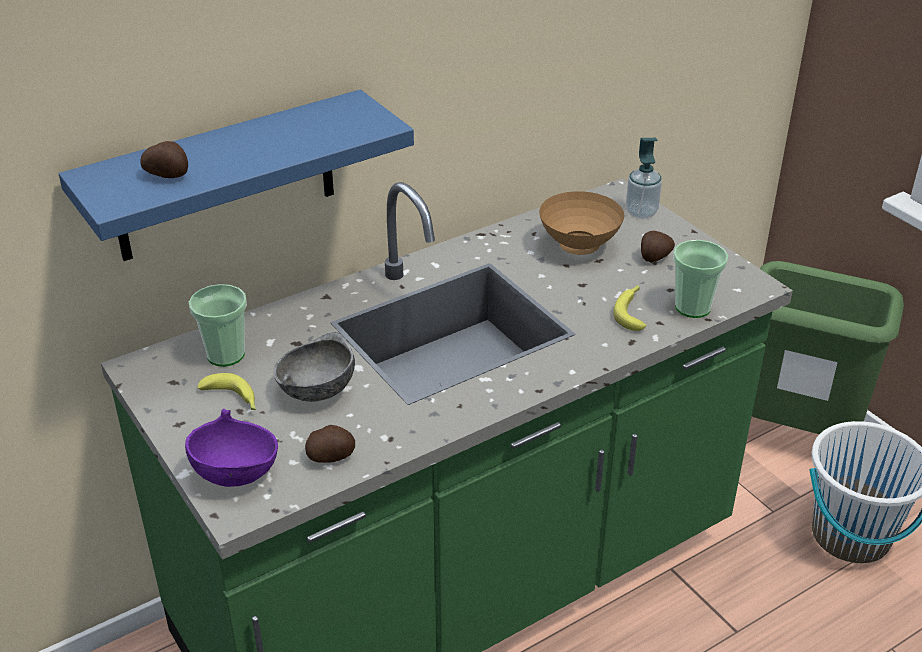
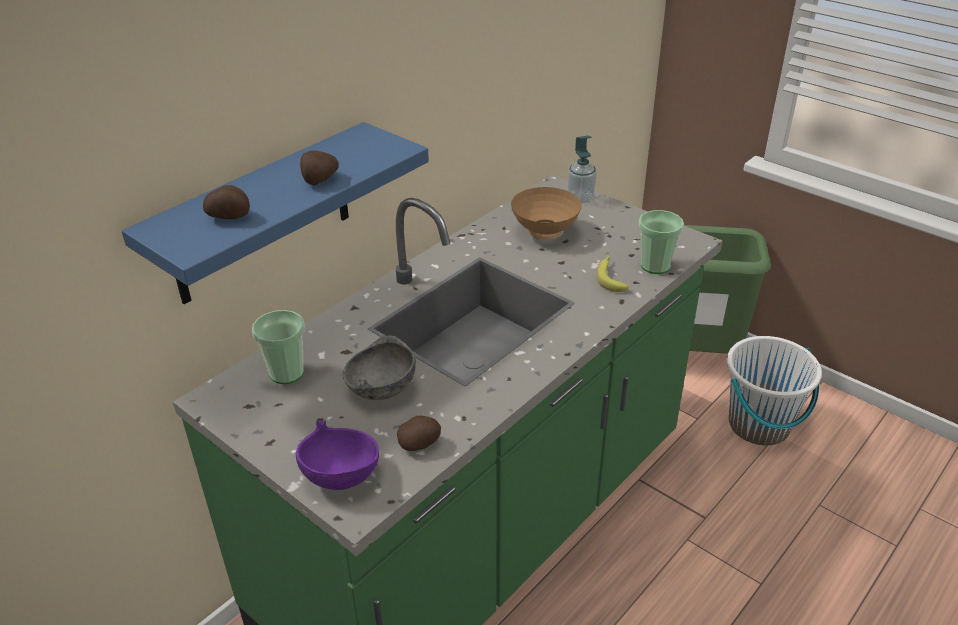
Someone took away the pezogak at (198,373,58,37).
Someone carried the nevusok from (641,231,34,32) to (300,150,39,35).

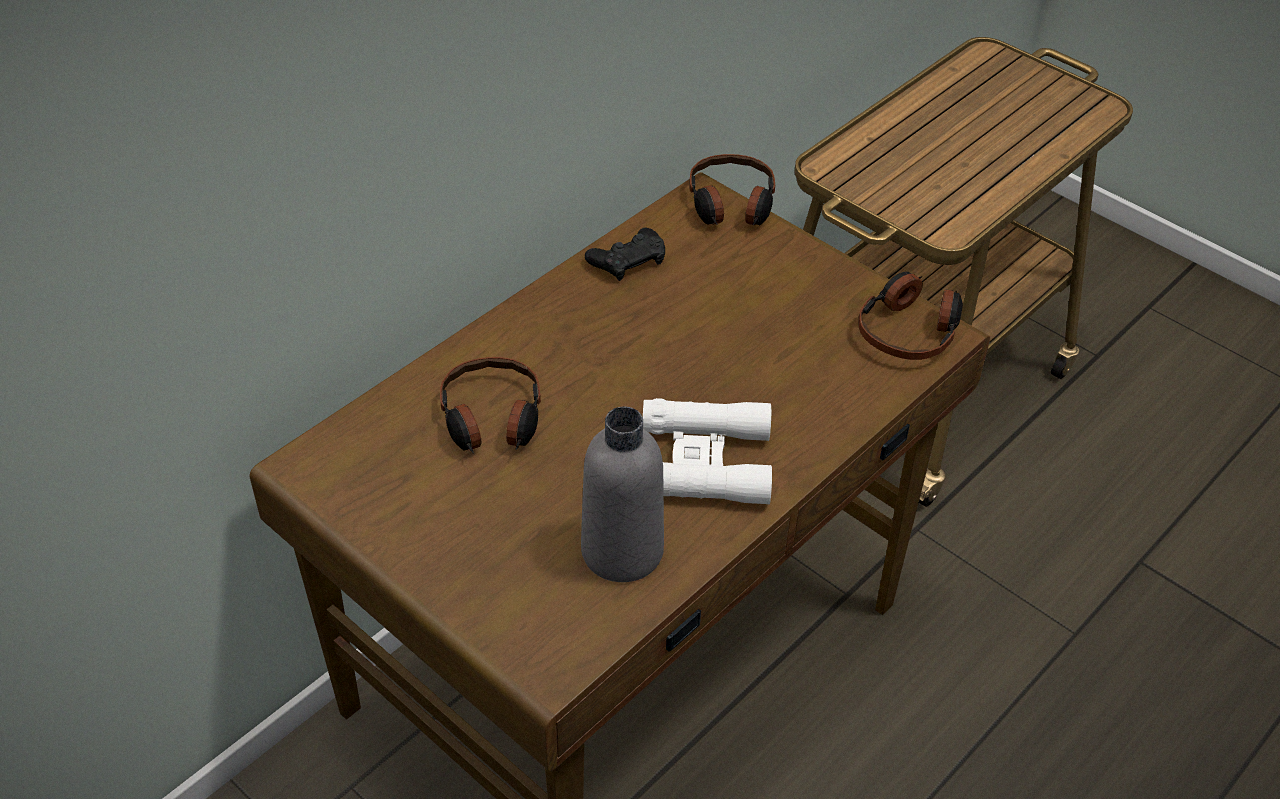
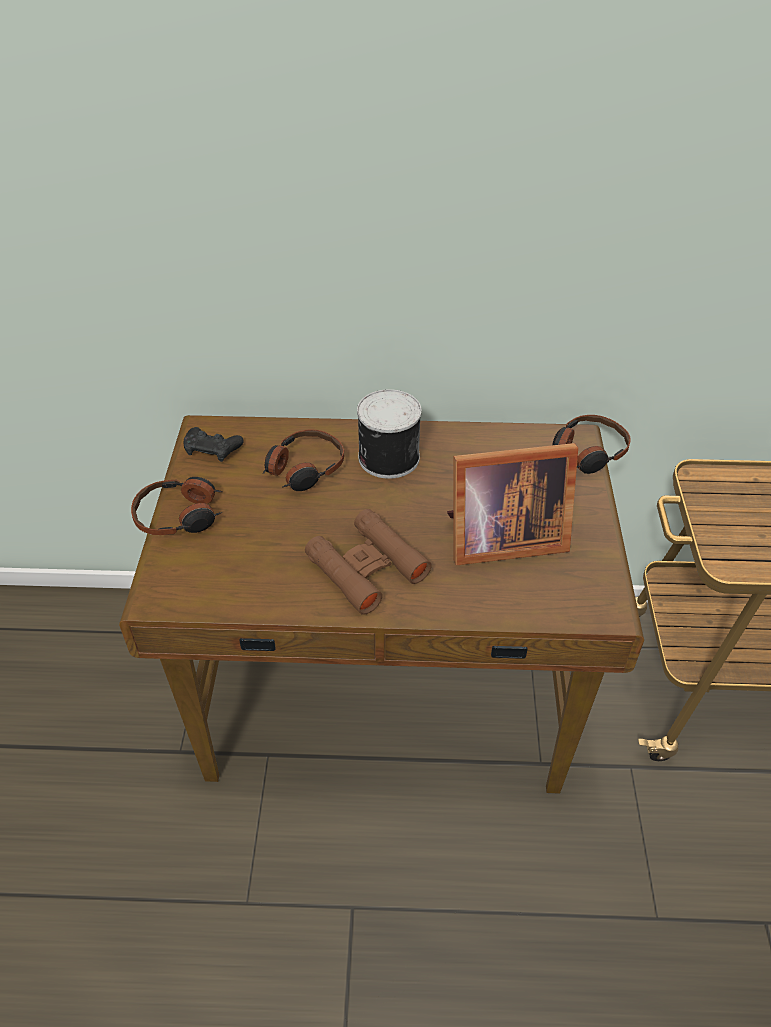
Someone took away the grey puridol at (581,407,83,175).
Someone put down the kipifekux at (357,389,65,90).
Someone put down the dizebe at (447,443,131,122).
Someone carried the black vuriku from (585,228,80,53) to (184,427,60,35).
Someone carried the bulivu from (858,272,105,88) to (131,477,92,58).
Someone repainted the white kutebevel at (643,398,129,107), which became the brown kutebevel at (305,509,127,106).

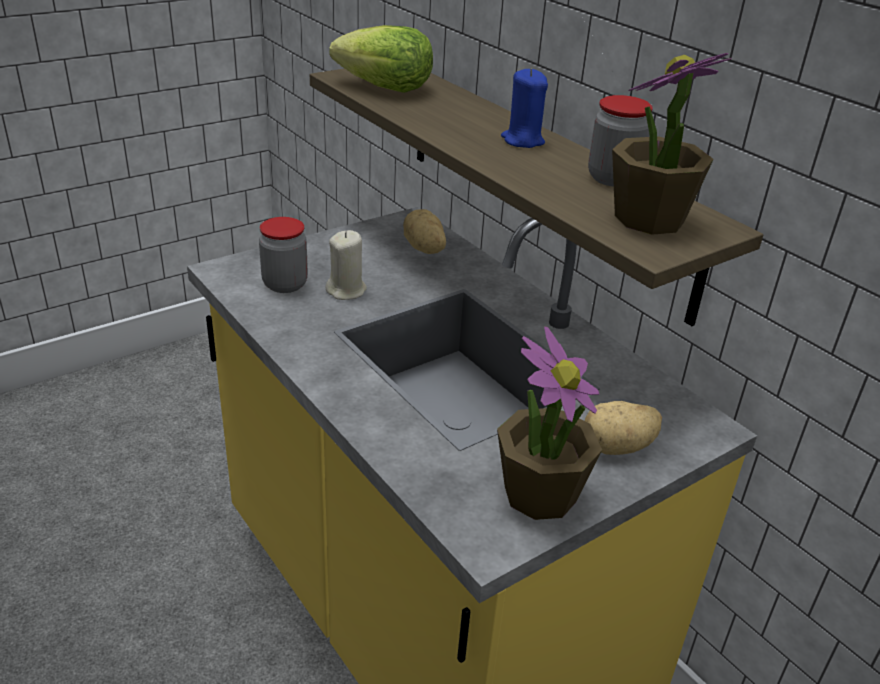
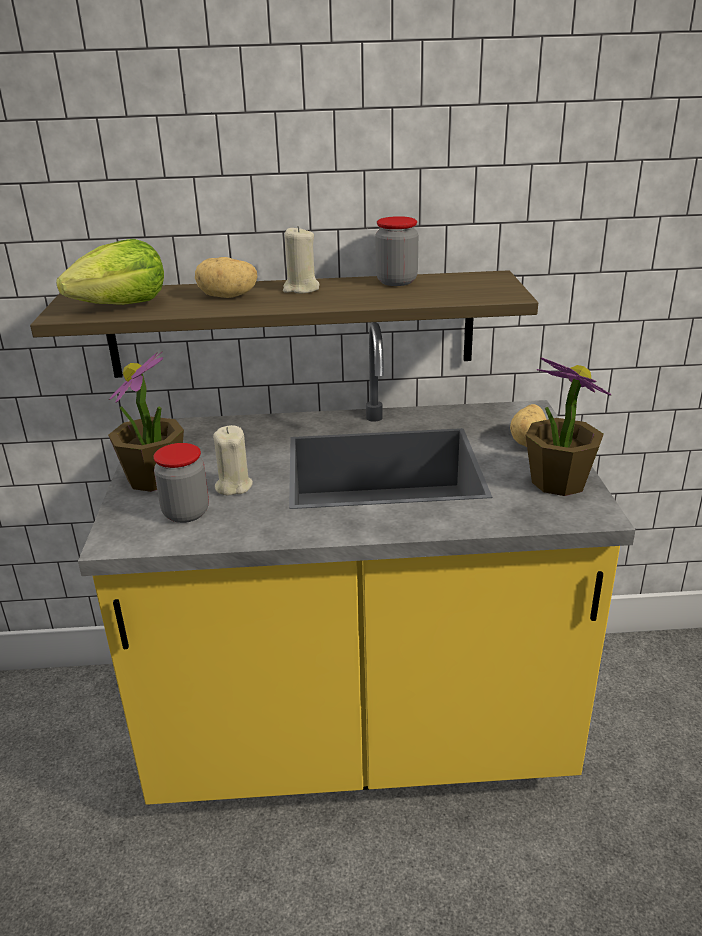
Someone carried the nevusok from (403,209,43,45) to (195,257,62,41).
Someone carried the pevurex from (612,53,120,182) to (108,351,76,141).
Someone repainted the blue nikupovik at (501,69,47,79), which became the beige nikupovik at (283,226,37,67).

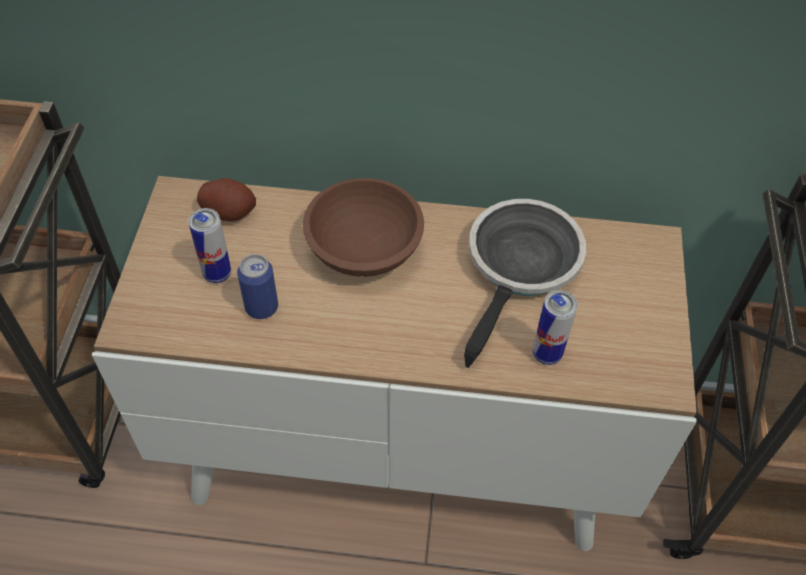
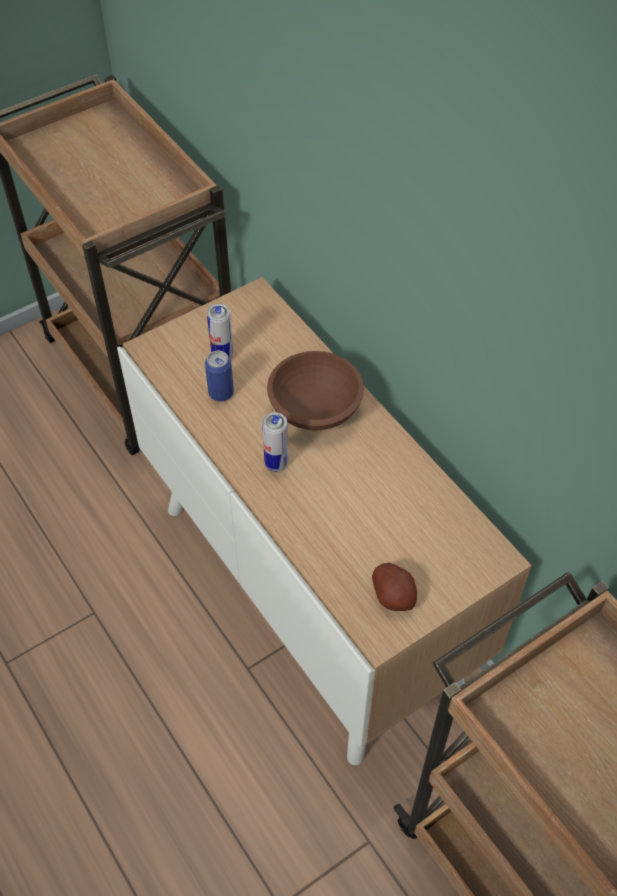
Someone took away the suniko at (464,199,122,169).
Someone carried the nevusok from (197,178,59,43) to (372,563,45,48).
Someone carried the kipifekux from (533,290,44,75) to (262,412,26,60).

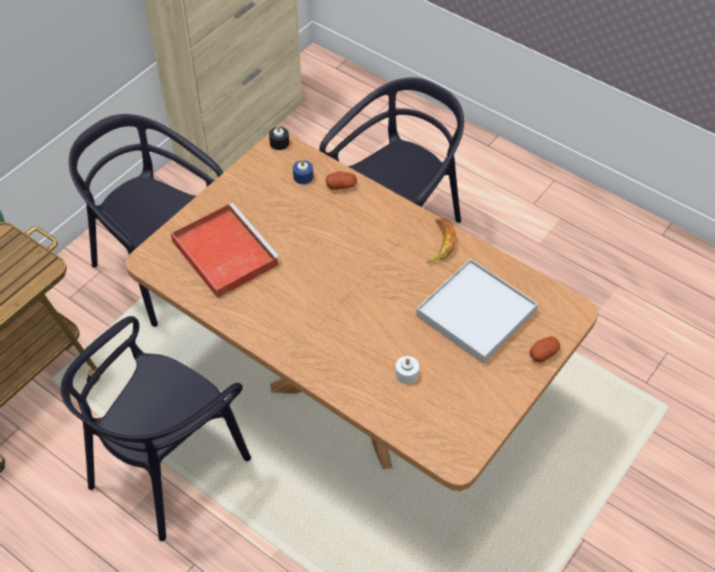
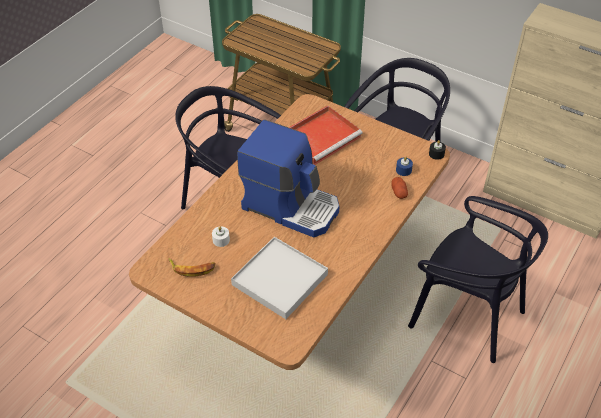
Someone took away the nevusok at (530,336,30,27).
Someone put down the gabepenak at (237,120,103,118).
Someone carried the pezogak from (426,218,30,45) to (168,258,48,19).

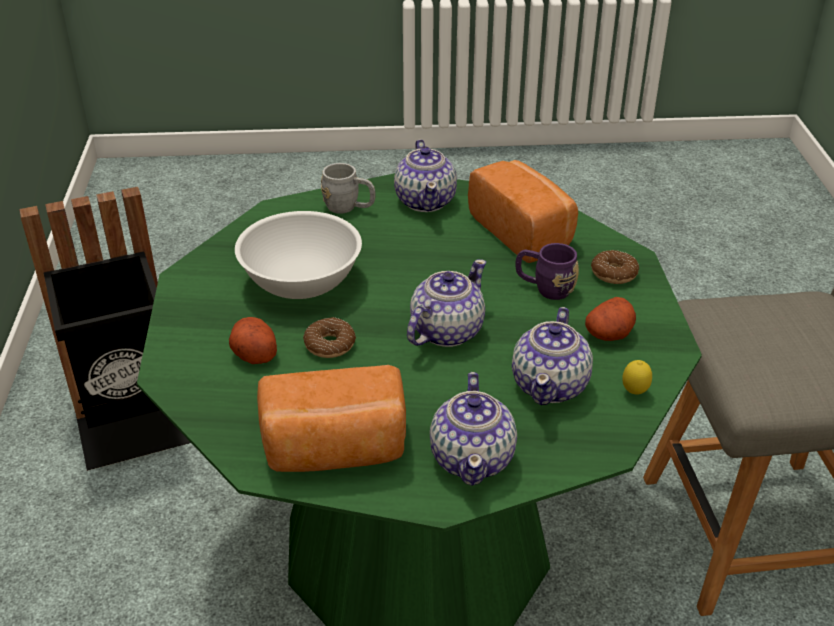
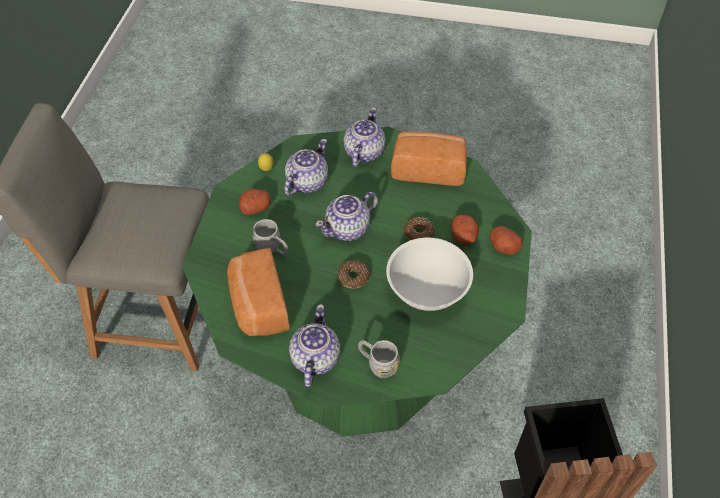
Someone put down the nevusok at (489,226,34,29).
Someone carried the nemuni from (591,250,48,34) to (337,260,33,29).
Someone repainted the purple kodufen at (515,243,64,57), which became the grey kodufen at (252,219,36,37).

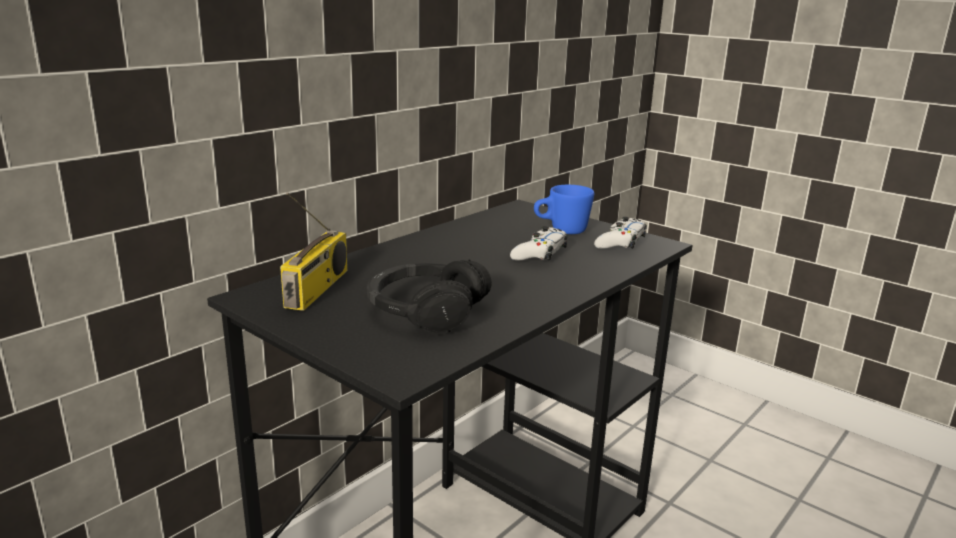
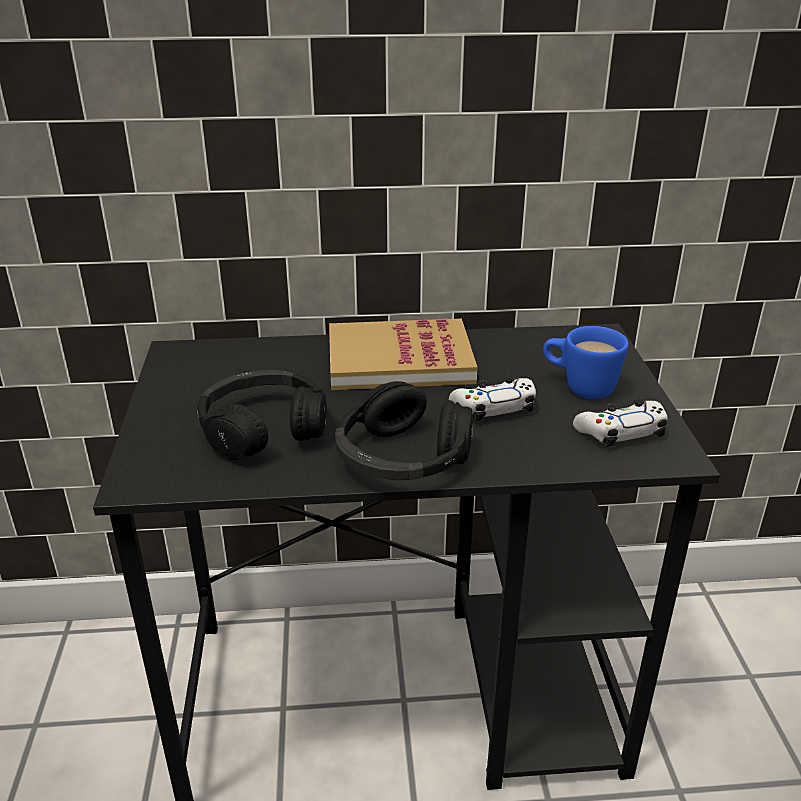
Someone took away the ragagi at (280,192,68,119).
Someone put down the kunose at (329,318,149,72).
Someone put down the black bulivu at (335,381,138,99).

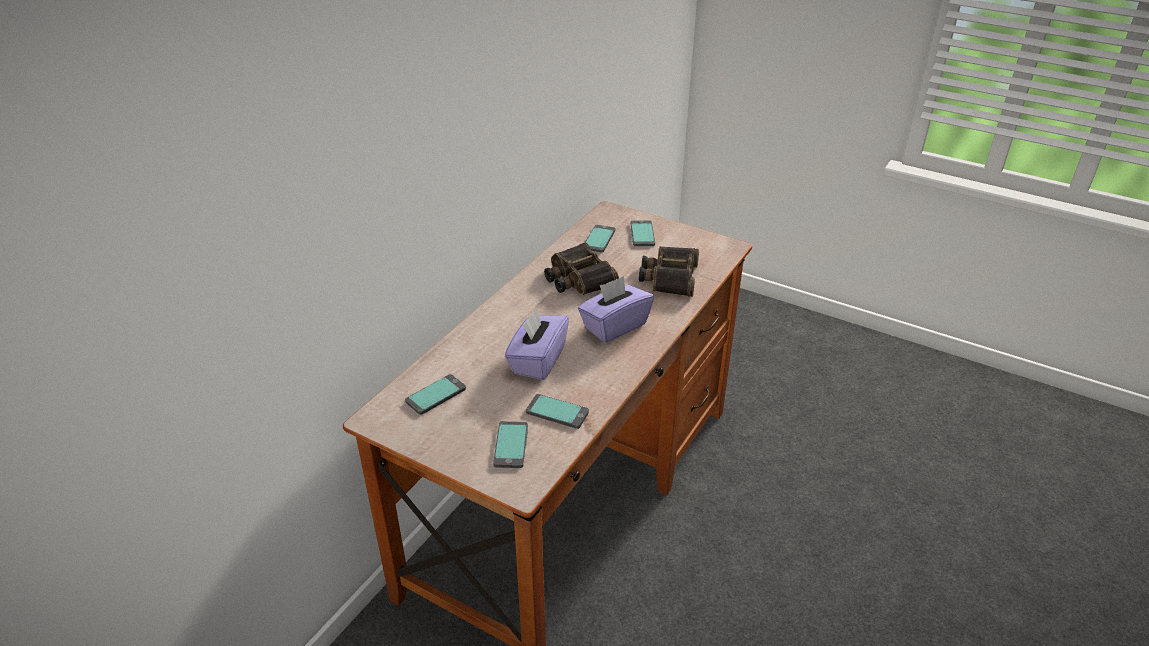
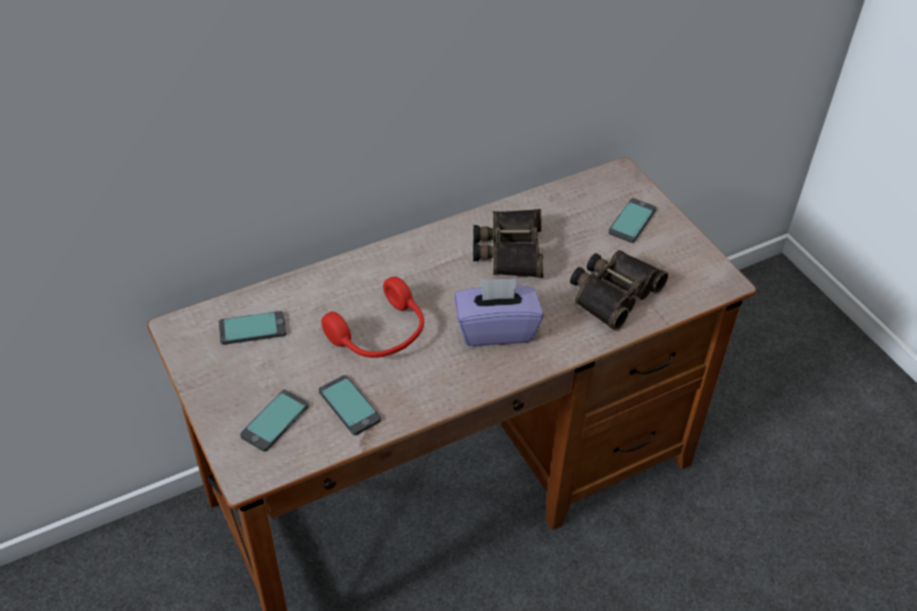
Someone took away the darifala at (585,225,30,28).
Someone swapped the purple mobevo at (505,308,64,72) for the red bulivu at (321,277,103,81).

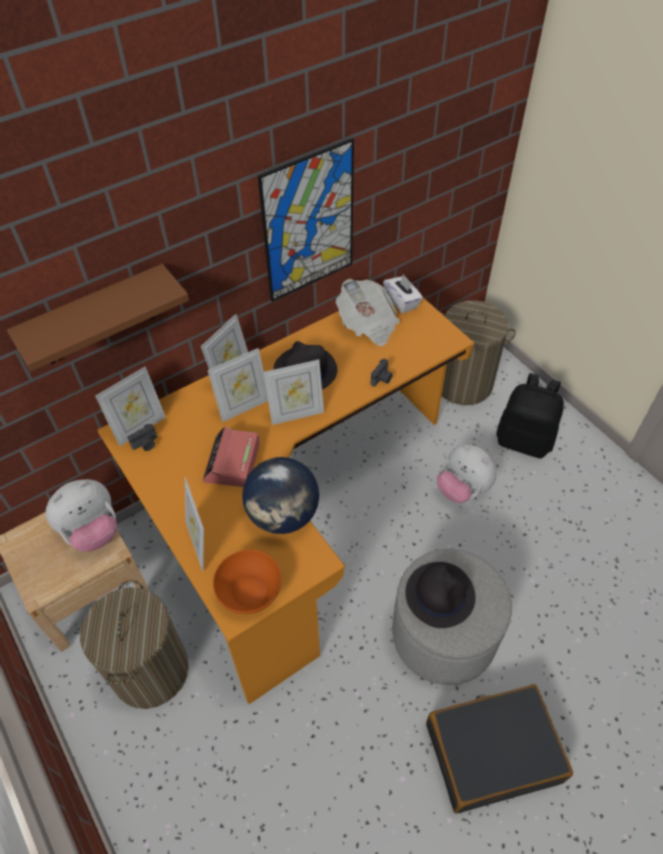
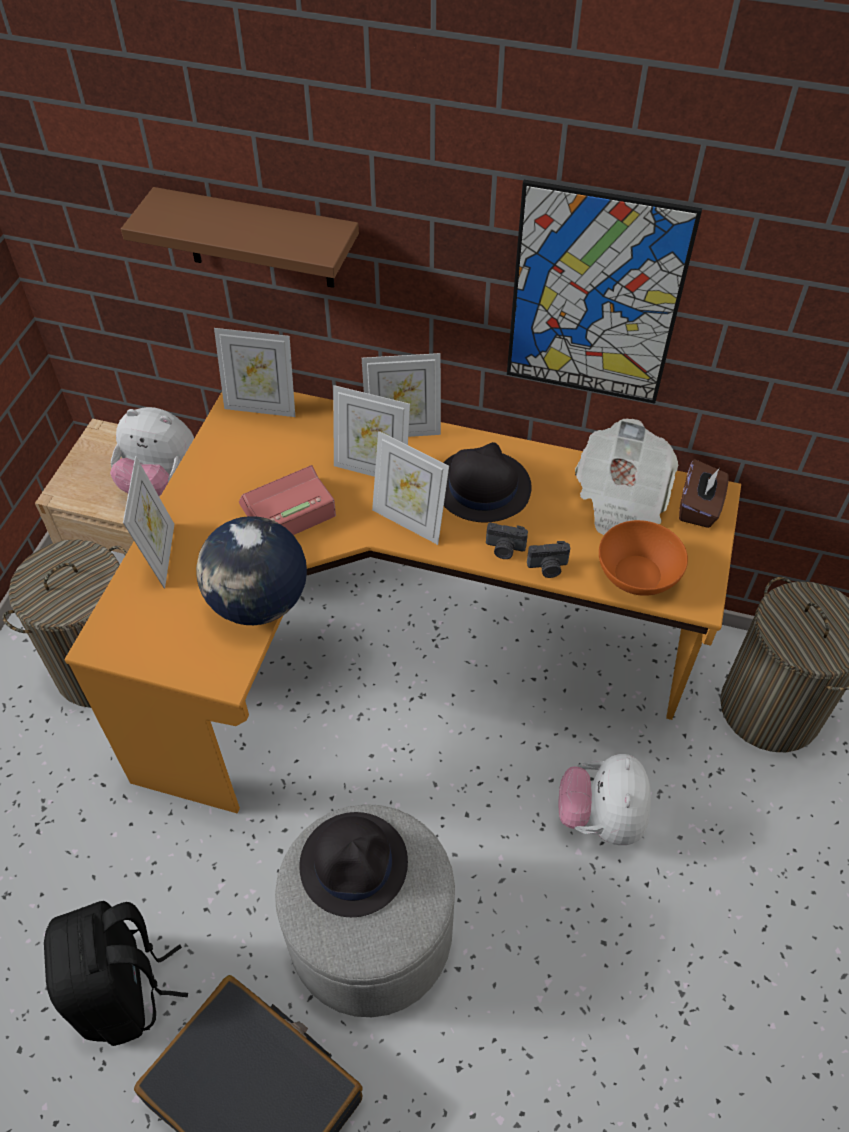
Someone carried the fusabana from (127,424,30,27) to (486,523,42,36).
Someone carried the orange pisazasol from (213,550,68,64) to (599,520,89,76).
Someone carried the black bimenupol from (497,373,67,85) to (44,901,144,145).
Someone repainted the white mobevo at (383,274,40,40), which became the brown mobevo at (679,459,50,69).
Someone rotated the dizebe at (185,477,19,95) by 150 degrees clockwise.

